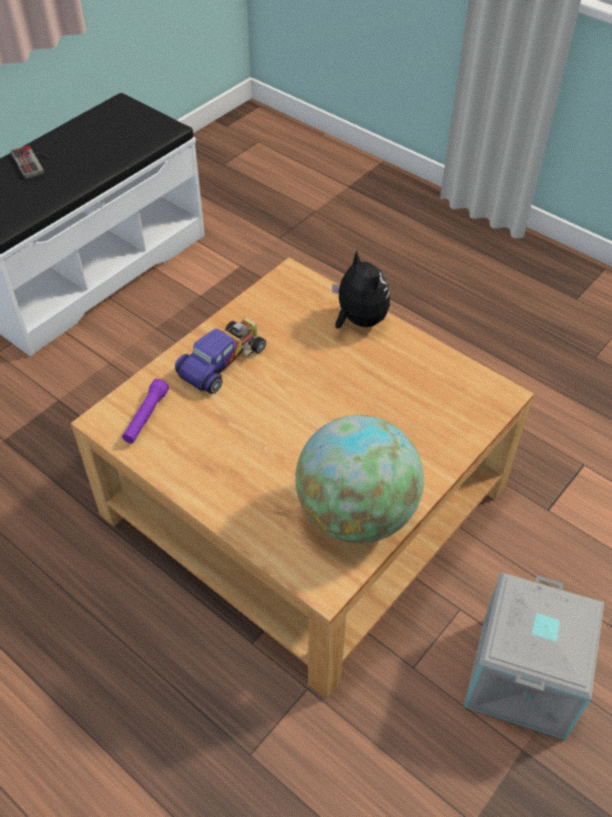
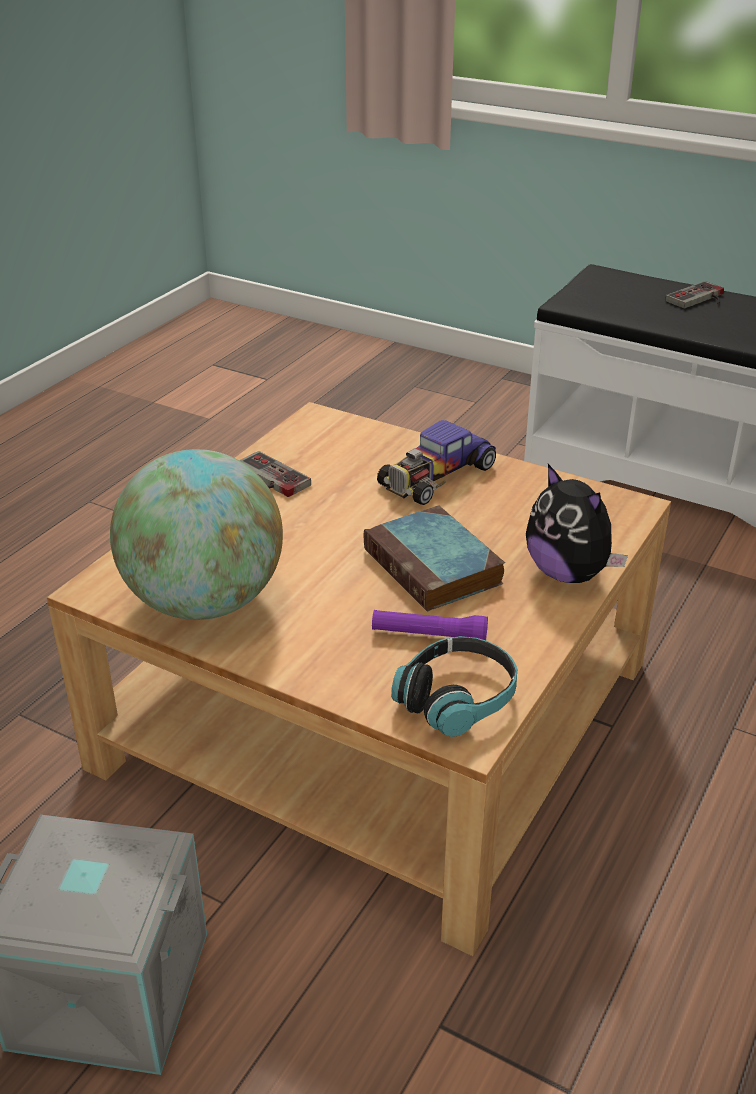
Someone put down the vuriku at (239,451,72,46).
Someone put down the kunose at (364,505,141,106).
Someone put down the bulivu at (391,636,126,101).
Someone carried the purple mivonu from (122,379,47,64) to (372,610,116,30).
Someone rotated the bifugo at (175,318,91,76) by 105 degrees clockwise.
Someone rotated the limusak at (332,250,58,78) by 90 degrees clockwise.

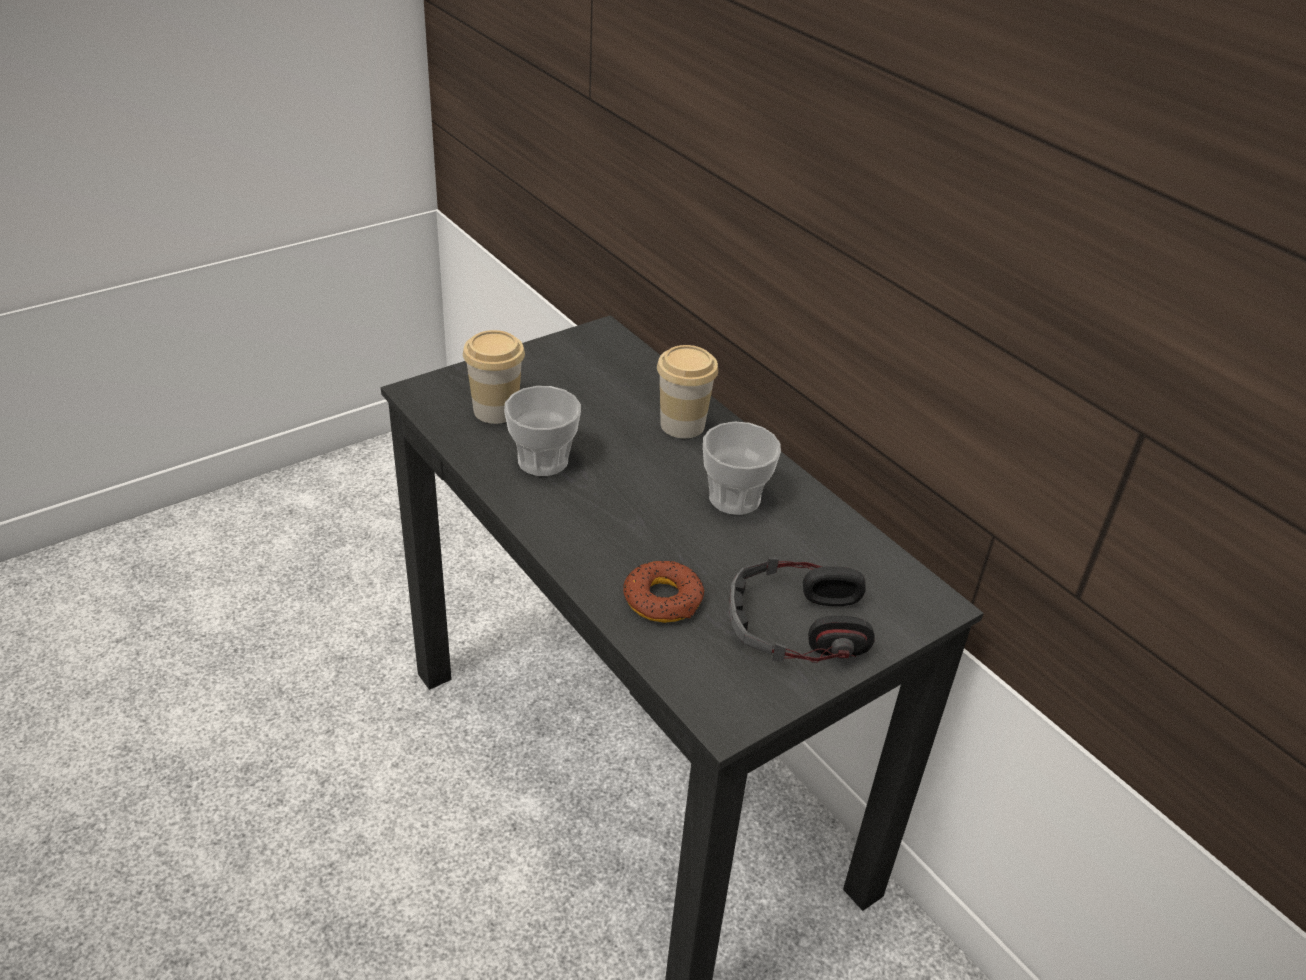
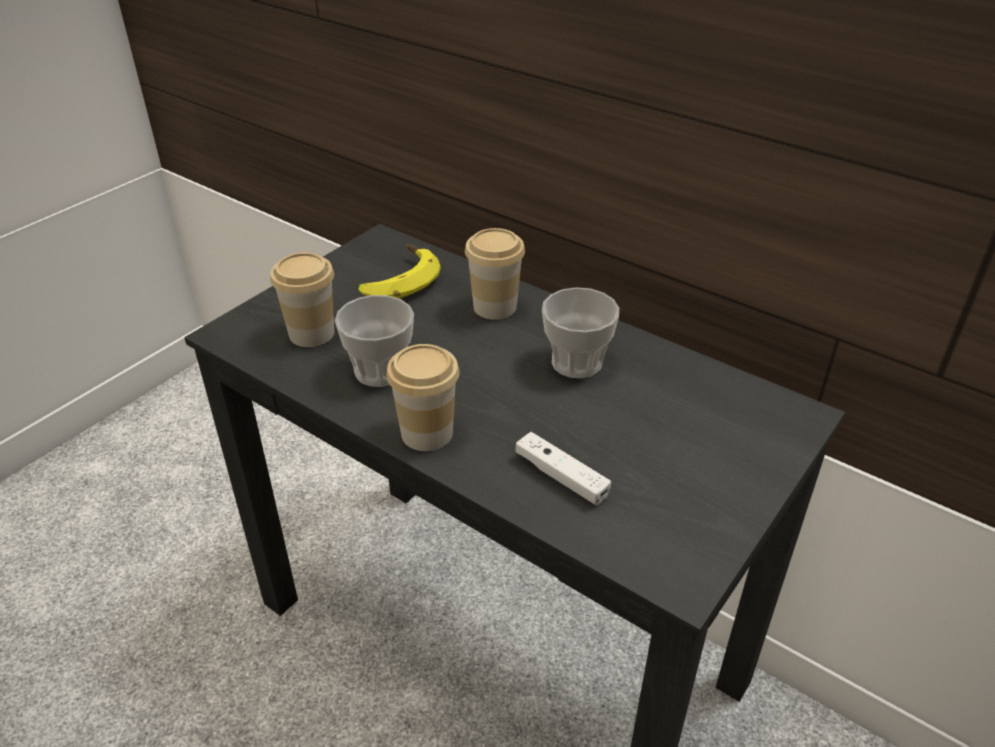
Someone took away the bulivu at (729,557,145,106).
Someone put down the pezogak at (357,245,84,53).
Someone put down the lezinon at (386,344,73,107).
Someone swapped the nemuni at (623,560,81,63) for the white vuriku at (515,432,96,74).

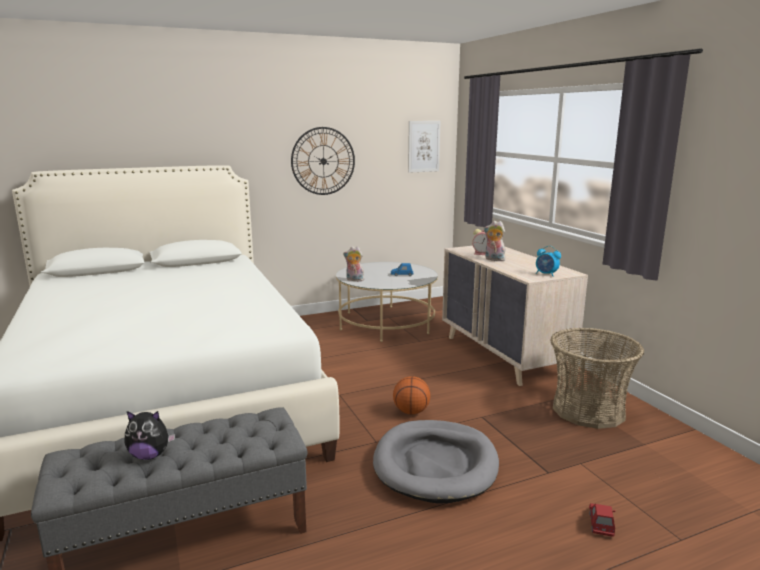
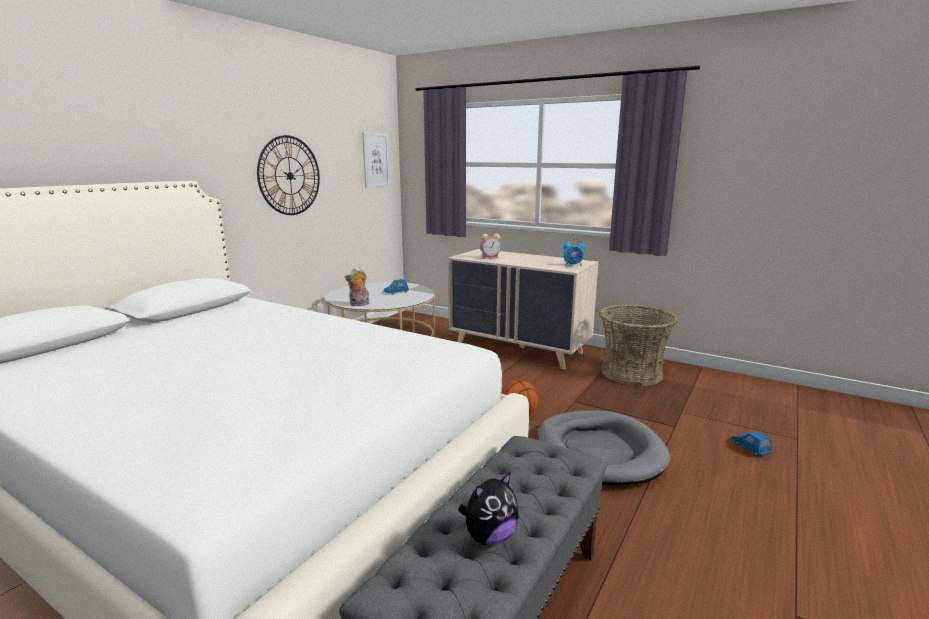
Someone took away the limusak at (484,221,21,40).
Someone repainted the red bifugo at (589,503,26,34), which became the blue bifugo at (731,431,41,25).

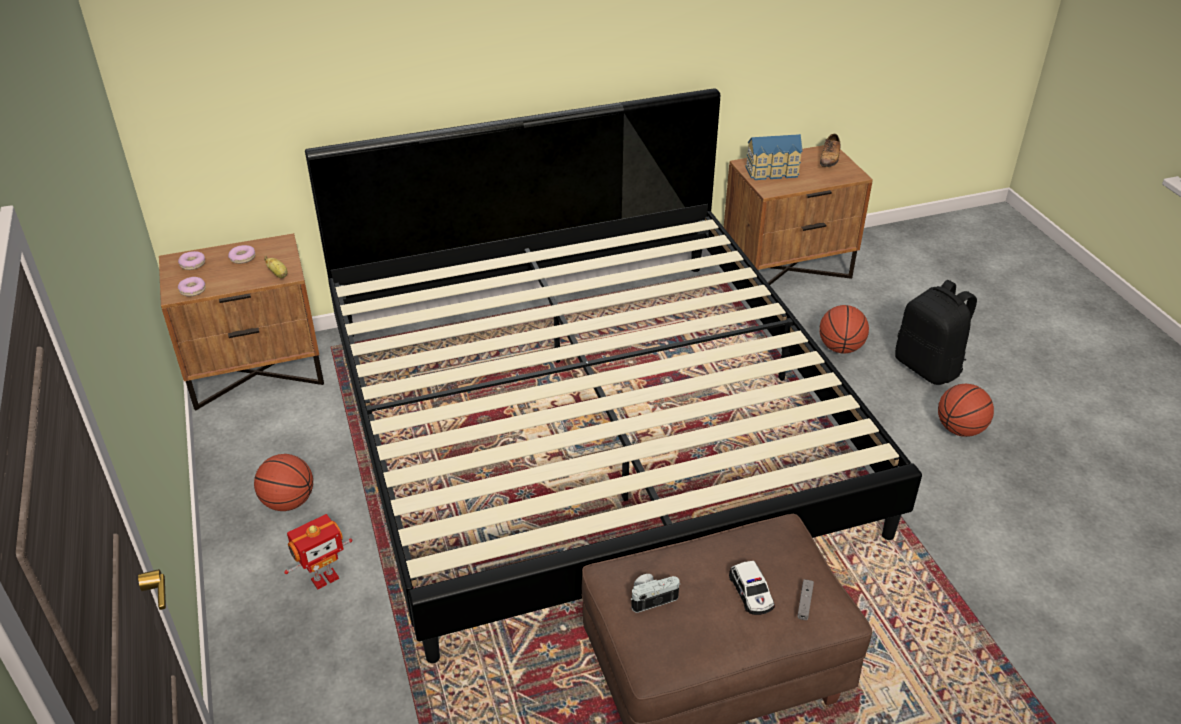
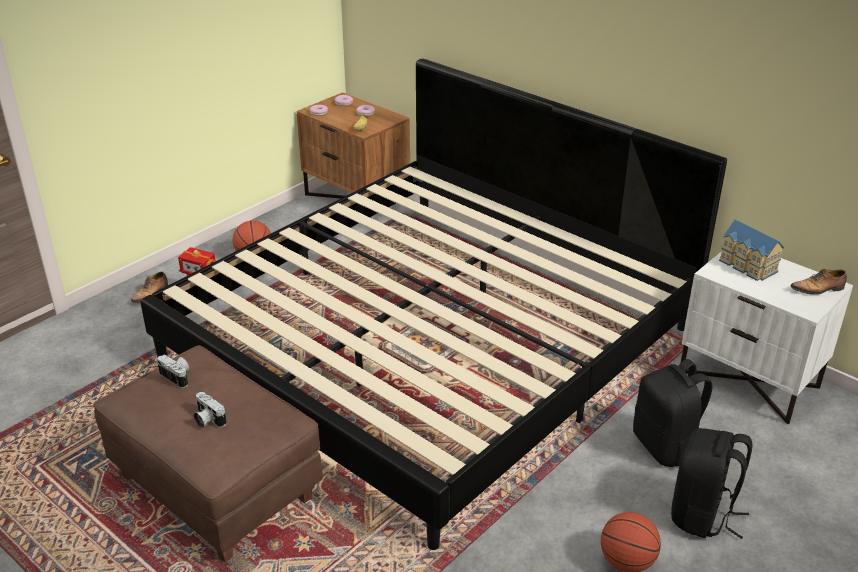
Someone took away the grey vuriku at (797,579,17,41).
Someone put down the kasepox at (131,272,37,31).
Someone swapped the bifugo at (729,561,46,54) for the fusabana at (194,392,33,36).
Someone swapped the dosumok at (819,305,50,48) for the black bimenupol at (633,359,80,108).
Someone repainted the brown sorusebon at (724,145,149,140), which became the white sorusebon at (680,251,173,173).

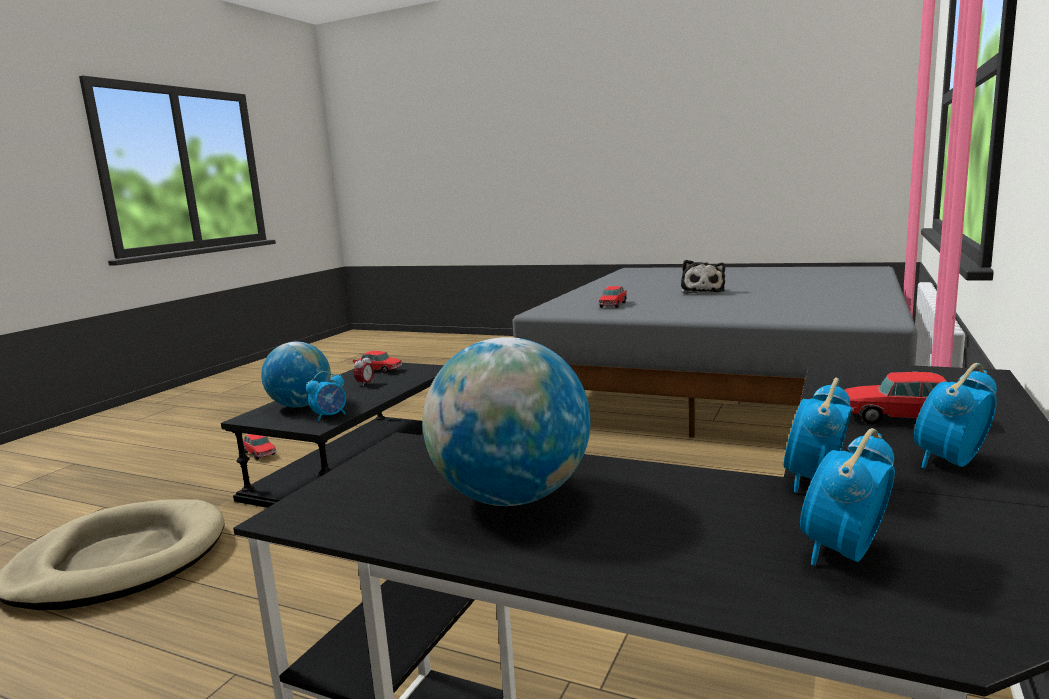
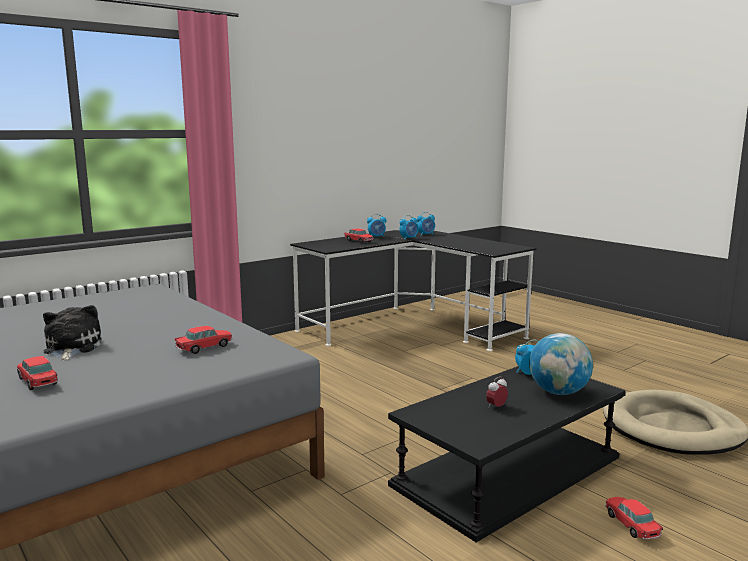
Someone took away the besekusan at (422,337,169,169).
Someone carried the bifugo from (353,351,49,23) to (17,356,41,34).
Someone rotated the limusak at (681,260,44,34) by 45 degrees counterclockwise.

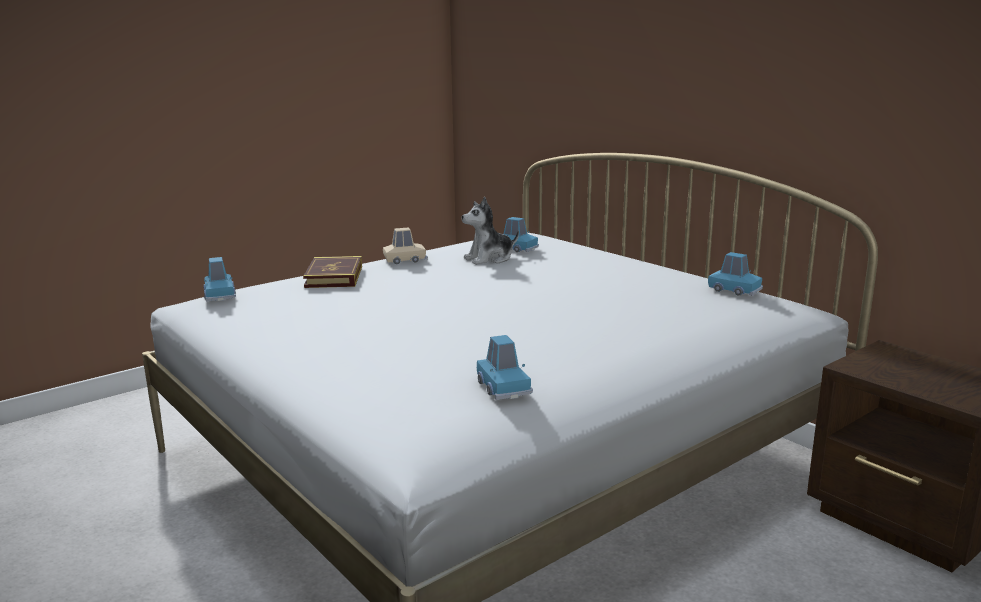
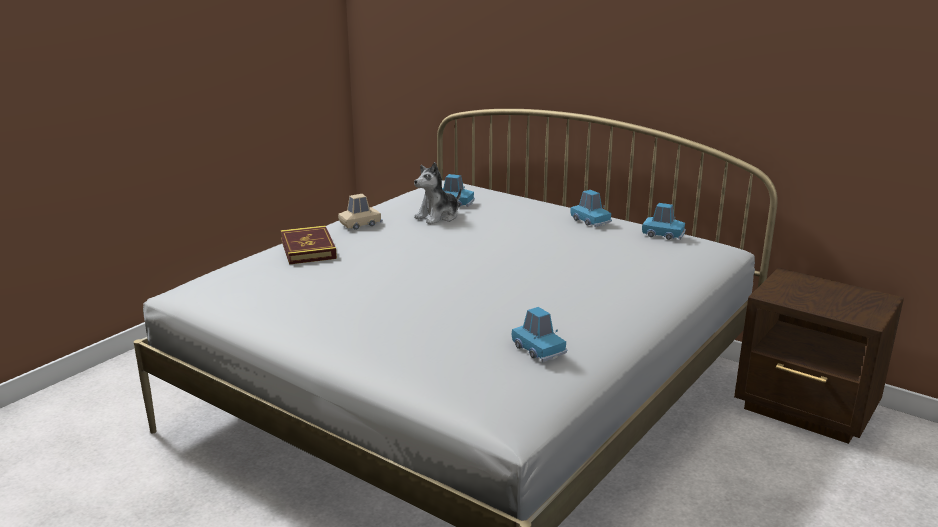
Someone carried the blue bifugo from (204,257,32,44) to (570,190,42,37).

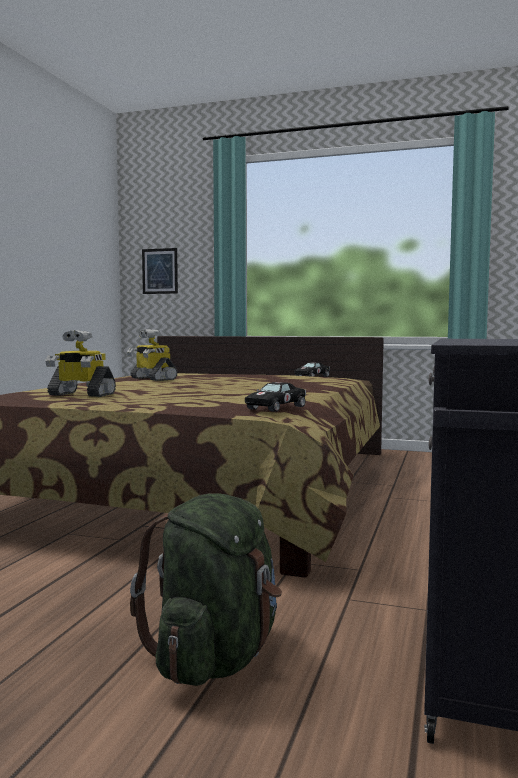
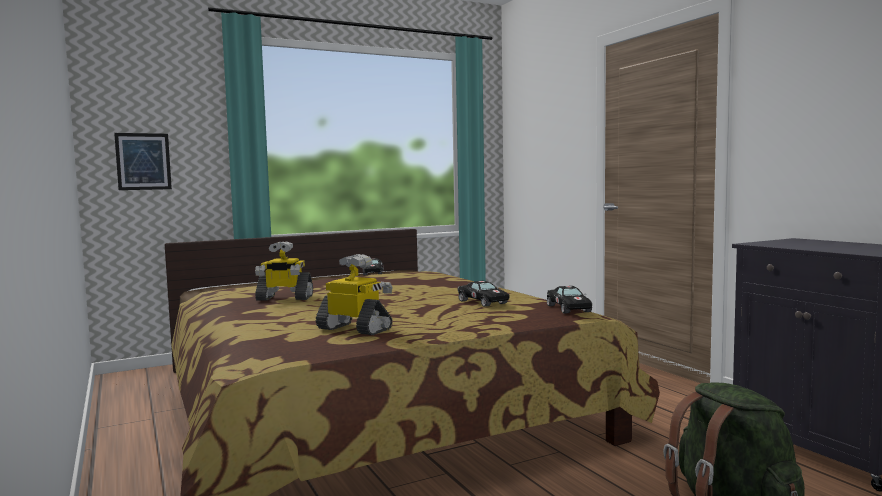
Someone put down the black bifugo at (457,281,53,26).
Someone rotated the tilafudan at (45,330,71,67) by 120 degrees counterclockwise.

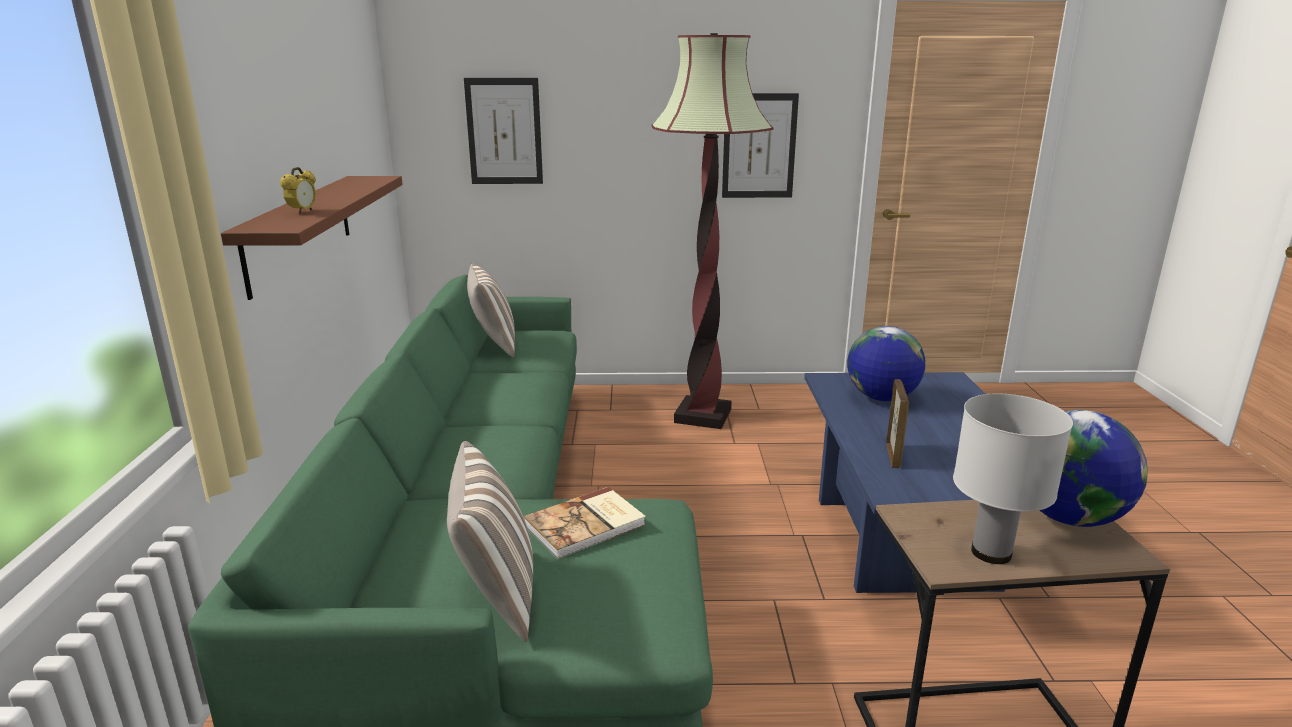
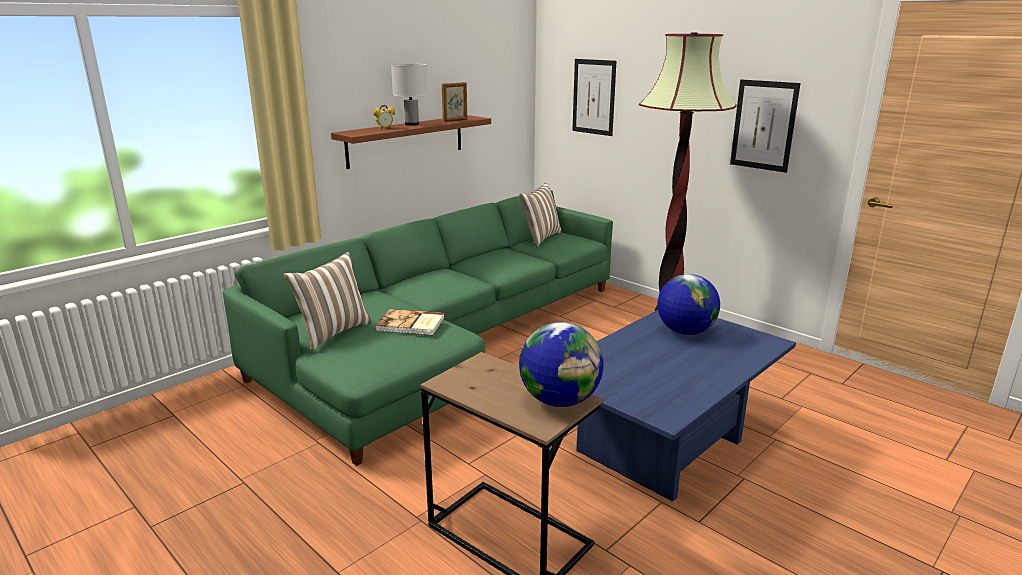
Someone carried the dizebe from (886,379,23,90) to (442,82,25,40).
Someone carried the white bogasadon from (953,394,120,170) to (391,64,37,62).

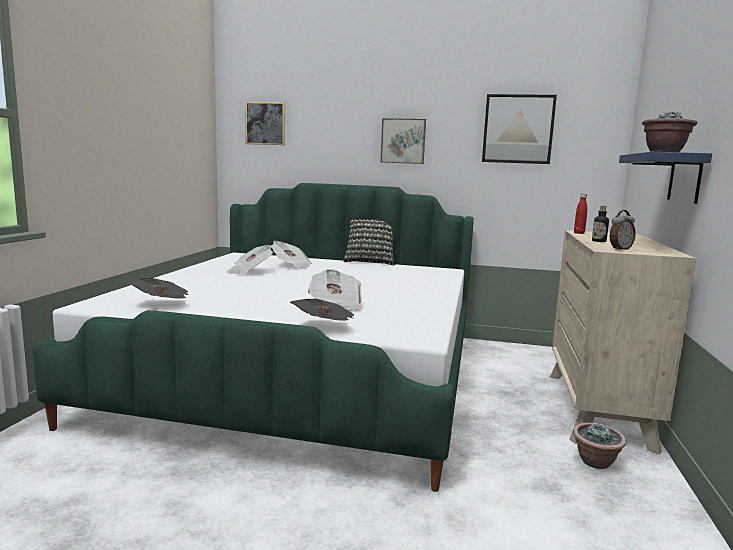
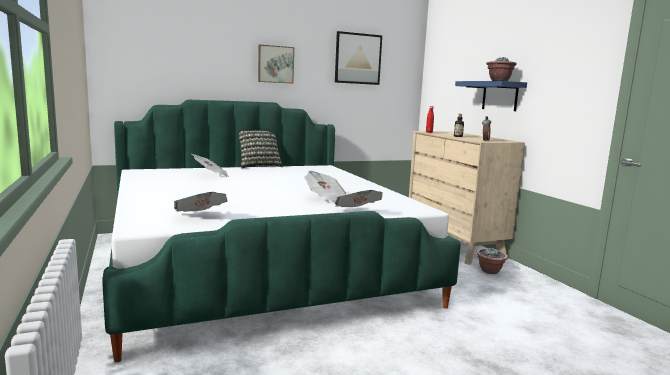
Someone took away the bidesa at (226,245,47,29).
Someone took away the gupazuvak at (245,102,40,43).

